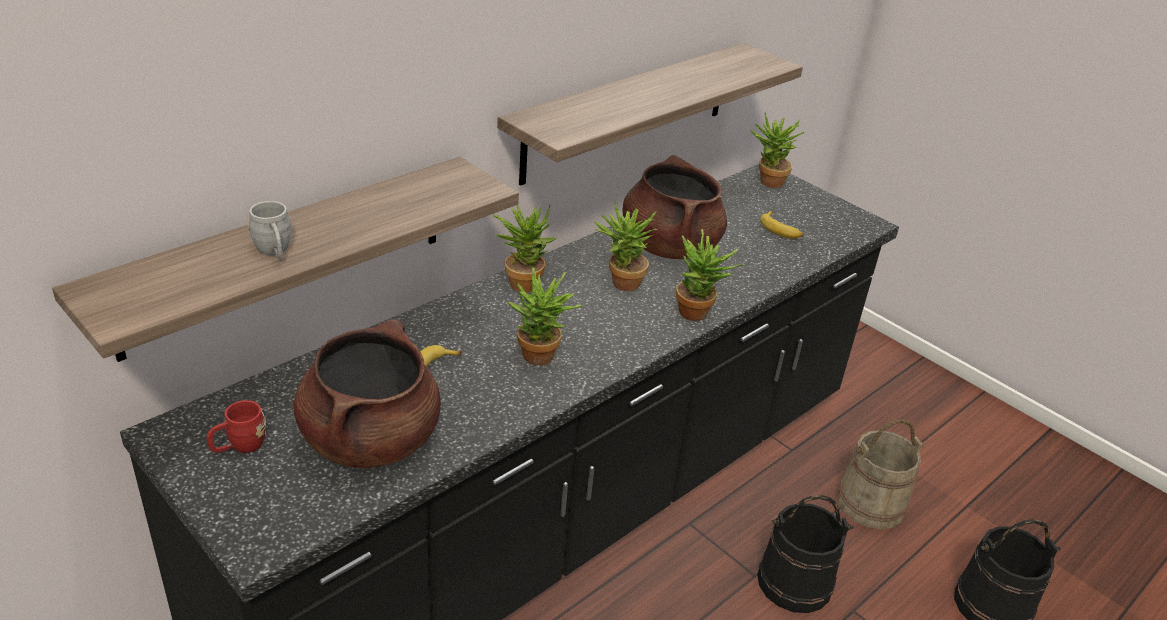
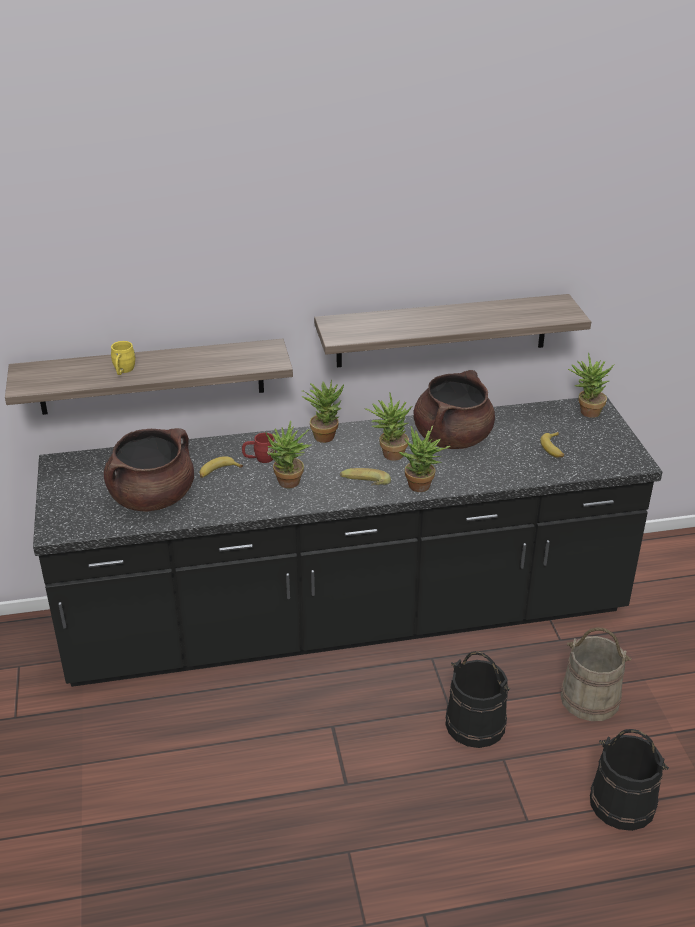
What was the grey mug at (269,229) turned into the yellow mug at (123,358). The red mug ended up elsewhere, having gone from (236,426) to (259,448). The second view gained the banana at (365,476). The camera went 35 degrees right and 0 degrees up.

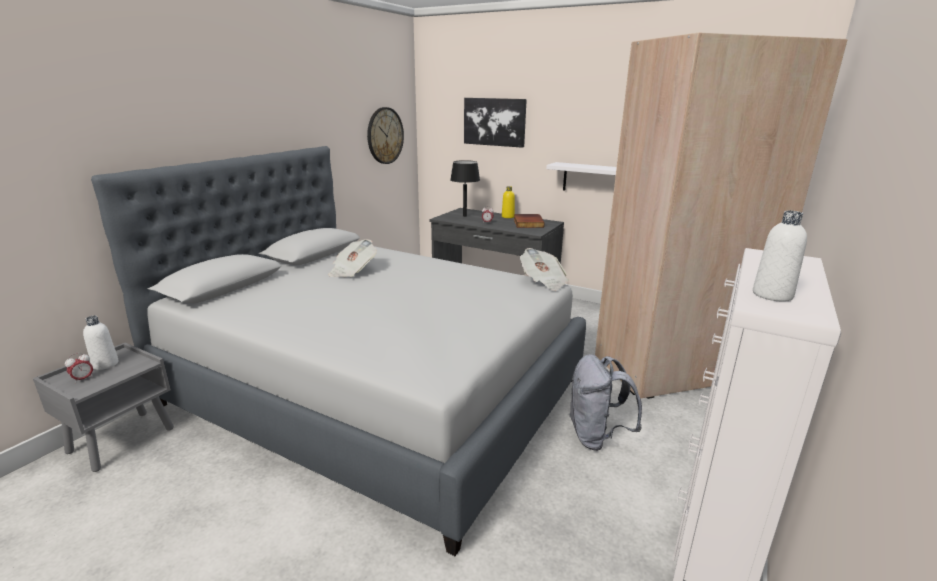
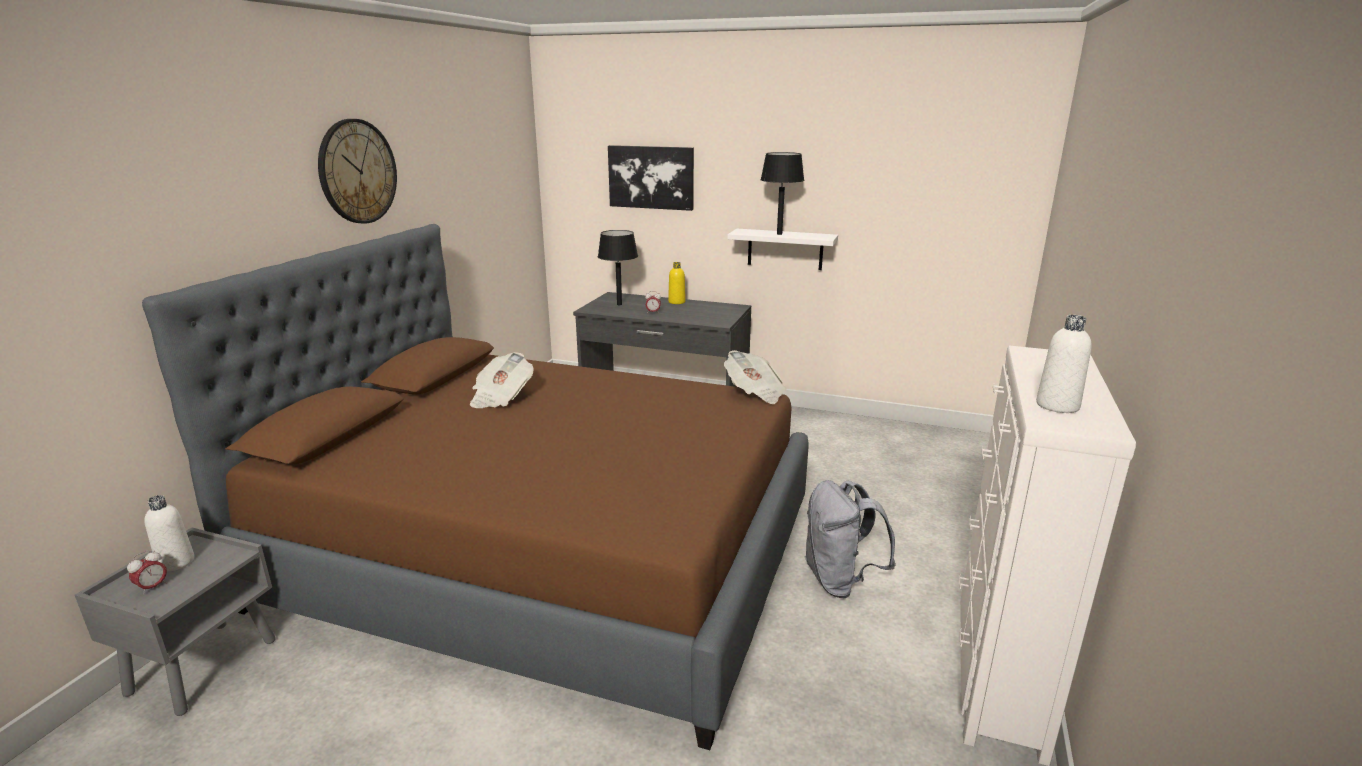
What was the grey bed at (338,351) turned into the brown bed at (475,487). The wall clock ended up elsewhere, having gone from (385,135) to (357,171). The second view gained the black table lamp at (782,193). The second view lost the book at (529,221). The second view lost the beige wardrobe at (721,216). The camera went 10 degrees left and 0 degrees up.

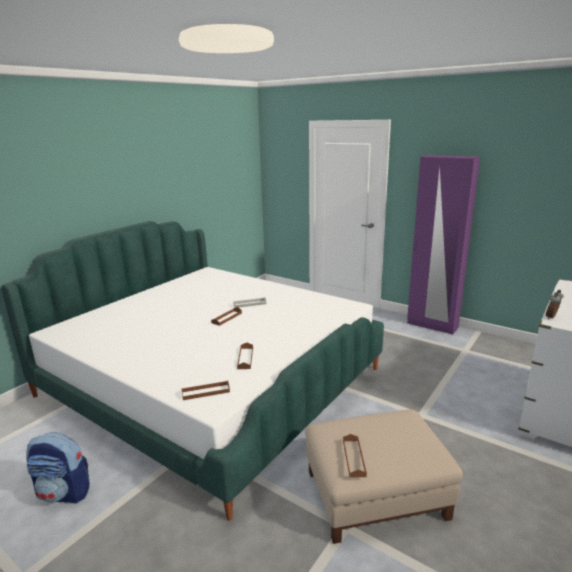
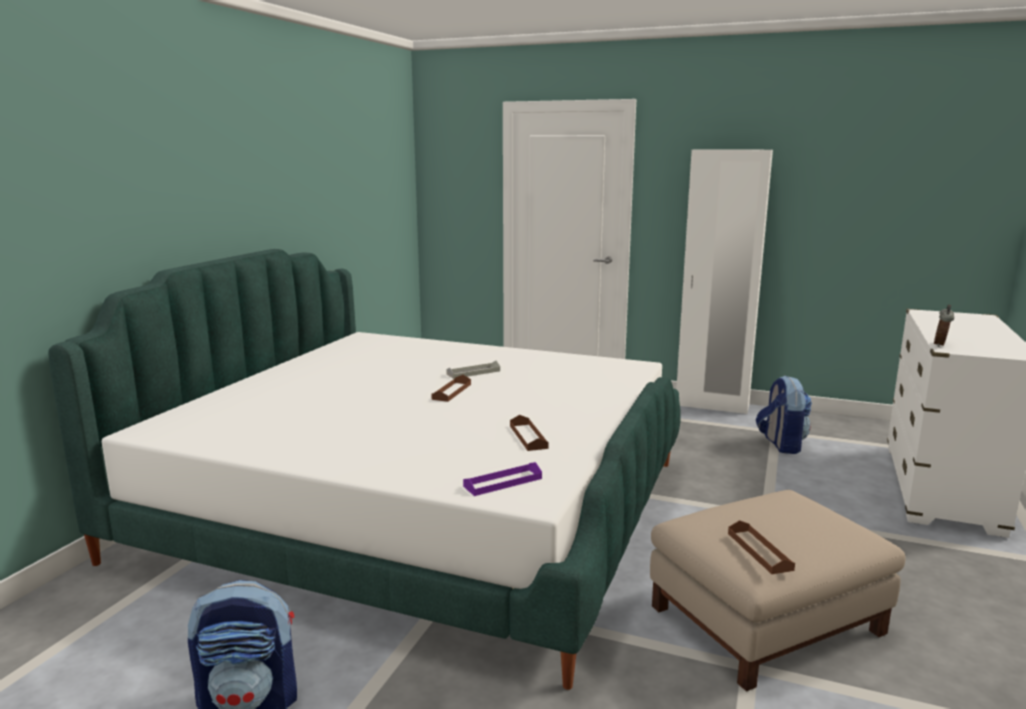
What was the brown tray at (206,390) turned into the purple tray at (502,479). What was the purple wardrobe at (443,245) turned into the white wardrobe at (724,281). The second view gained the backpack at (784,414). The camera went 15 degrees left and 5 degrees down.

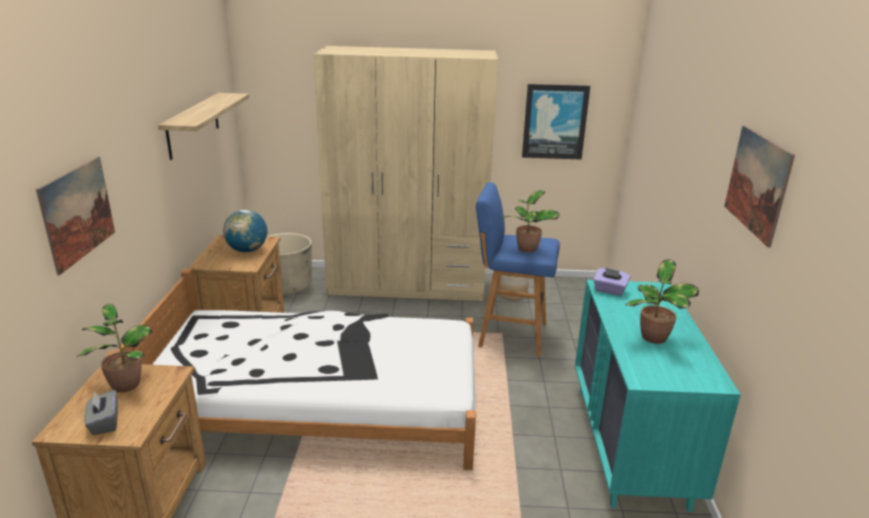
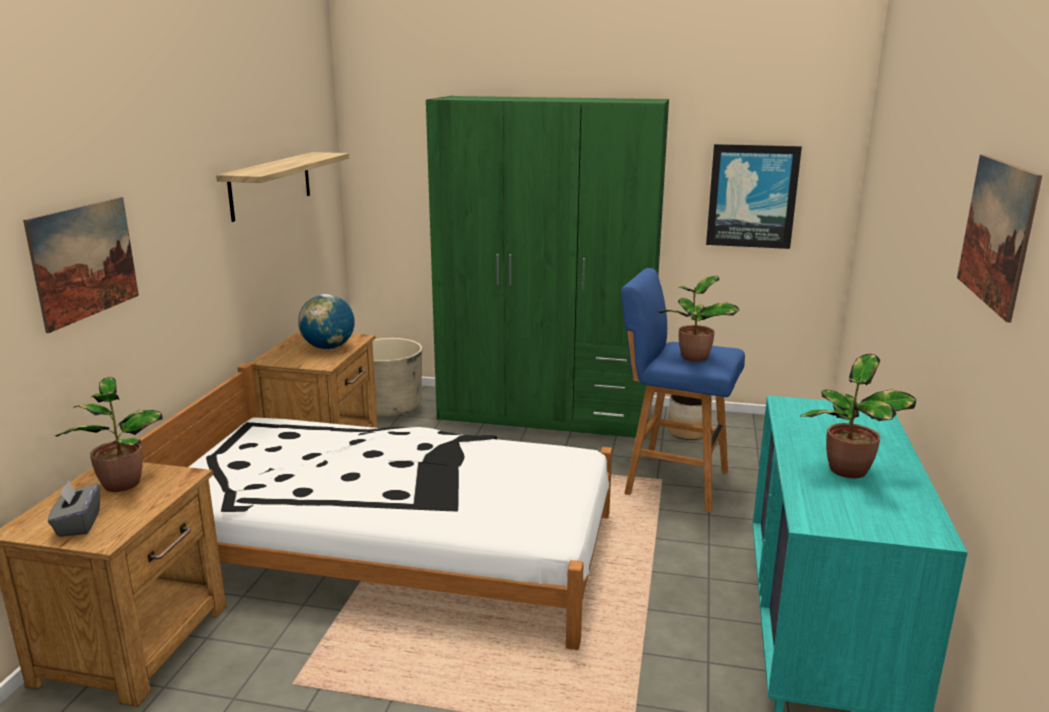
What was the beige wardrobe at (405,174) turned into the green wardrobe at (547,267). The second view lost the purple tissue box at (612,281). The camera went 10 degrees right and 5 degrees down.

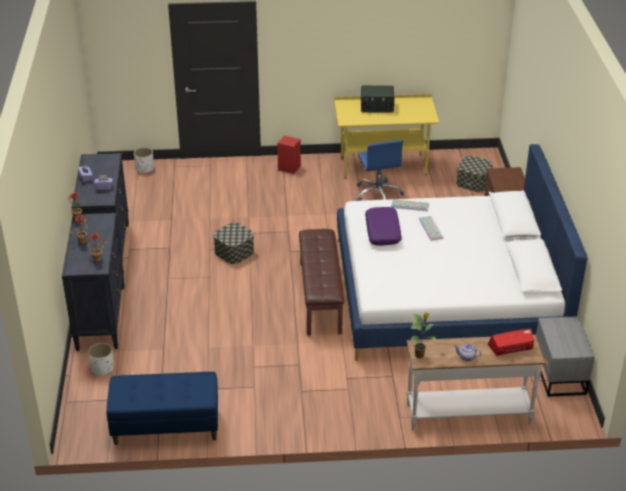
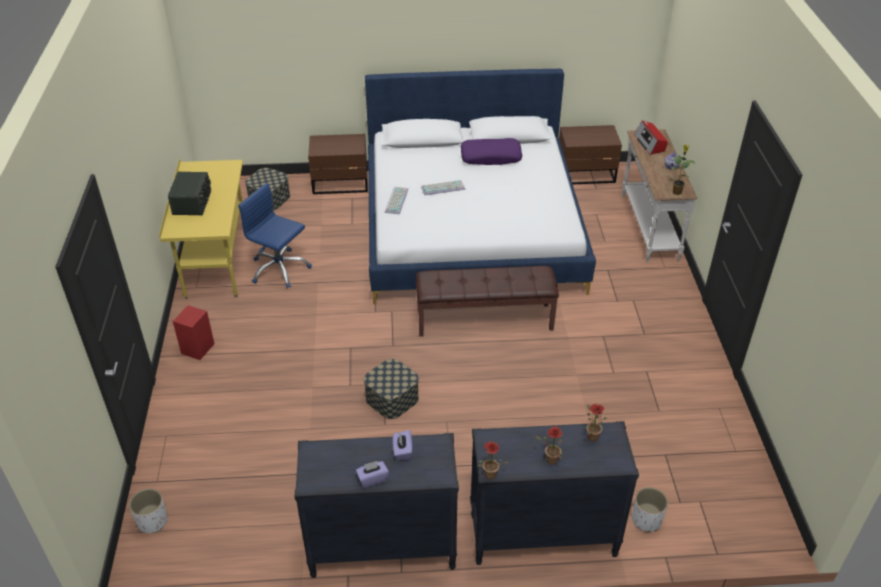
The blue office chair at (380,170) ended up facing another way, 135 degrees counterclockwise from before. The purple pillow ended up elsewhere, having gone from (383,226) to (491,151). What was the grey nightstand at (565,356) turned into the brown nightstand at (590,154). The second view lost the blue bench at (162,408). The camera went 90 degrees left and 5 degrees up.

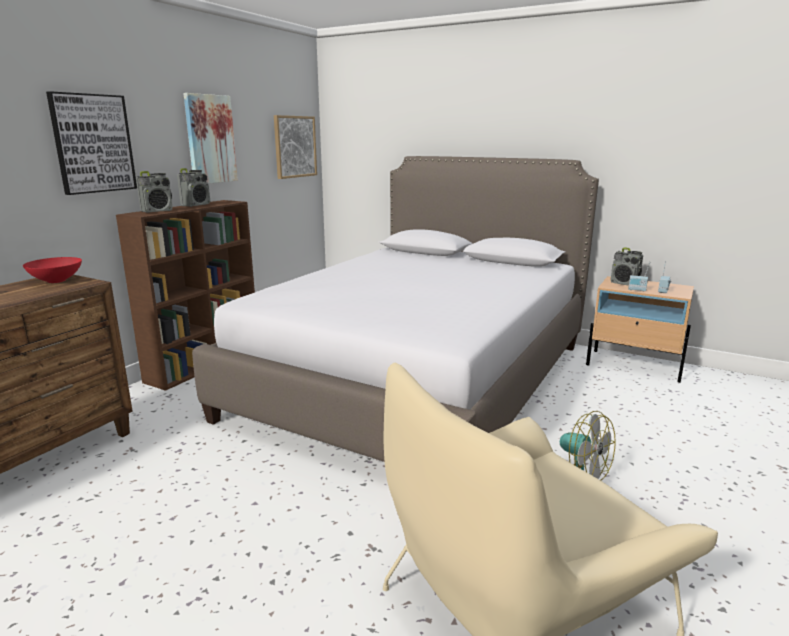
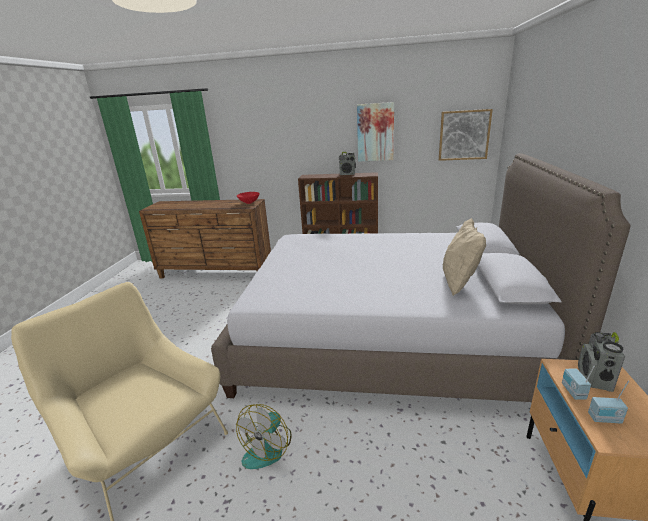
The second view gained the beige pillow at (464,257). The second view lost the picture at (91,143). The second view lost the radio at (154,192). The camera went 70 degrees right and 5 degrees up.

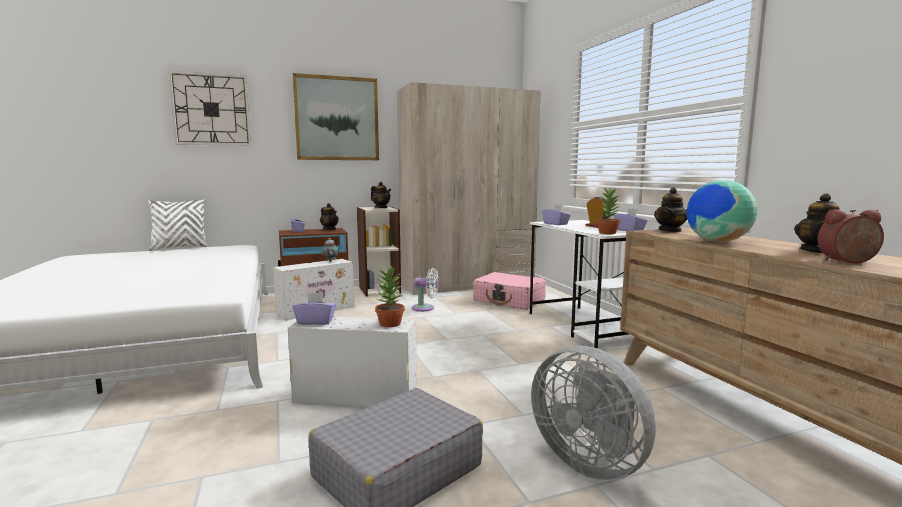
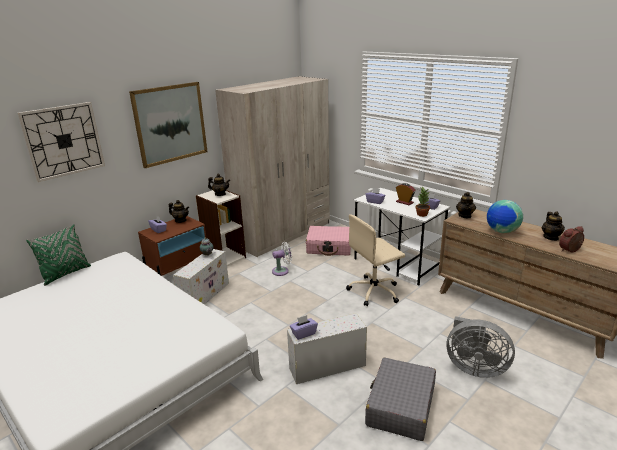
What was the white pillow at (178,225) turned into the green pillow at (58,255). The second view gained the beige office chair at (375,260). The second view lost the potted plant at (390,297). The camera went 25 degrees left and 15 degrees up.

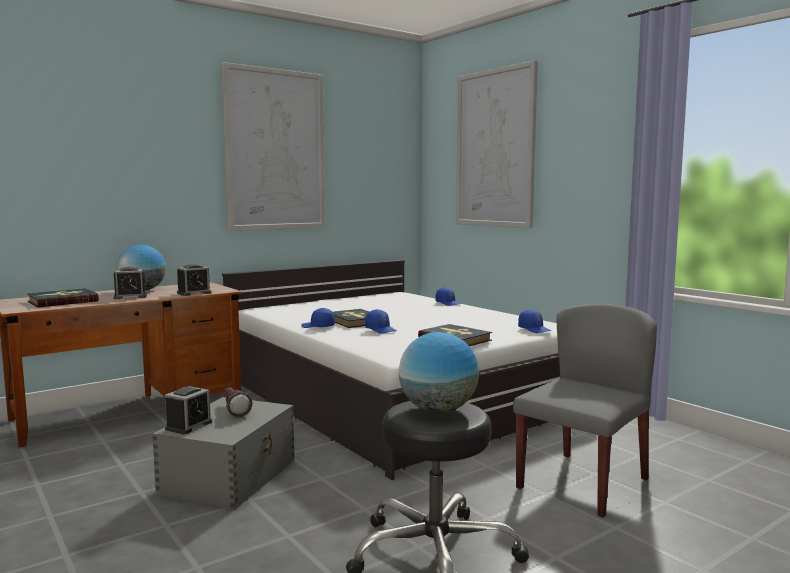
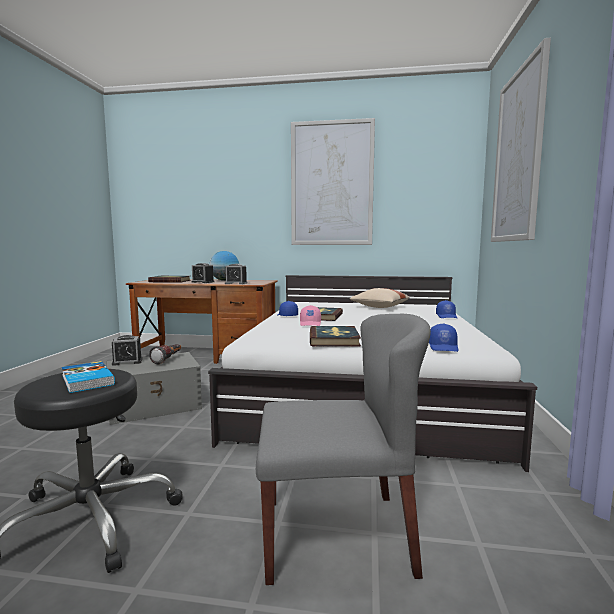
Where the globe stood at (439,372), the book came to stand at (88,377). What was the blue cap at (381,321) turned into the pink cap at (310,315). The second view gained the beige pillow at (380,298). The camera went 45 degrees right and 0 degrees up.

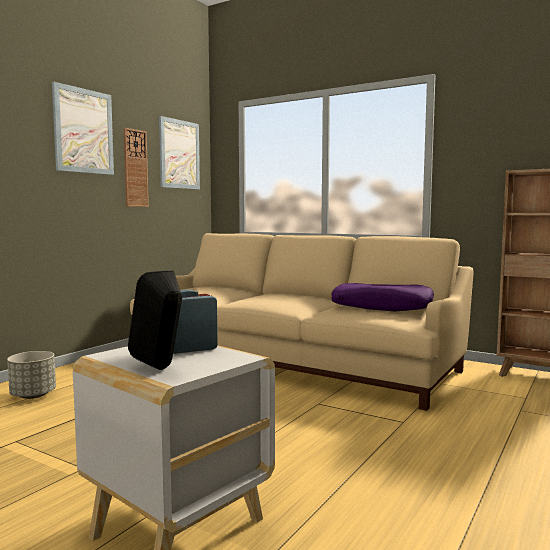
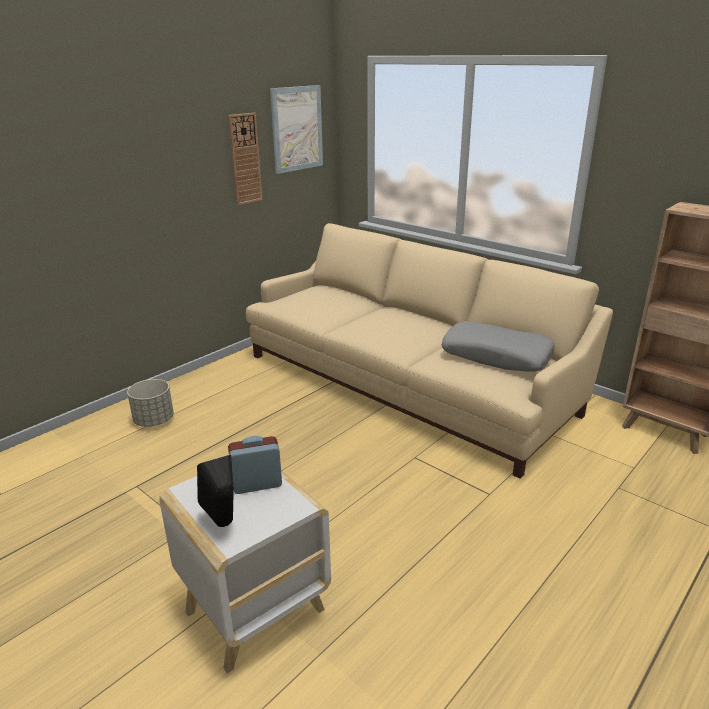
What was the purple pillow at (383,297) turned into the grey pillow at (498,346). The second view lost the picture at (83,128). The camera went 10 degrees right and 20 degrees up.

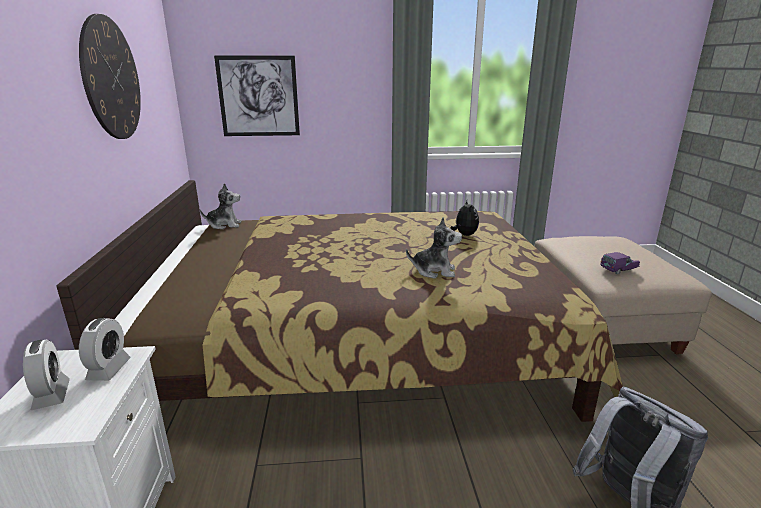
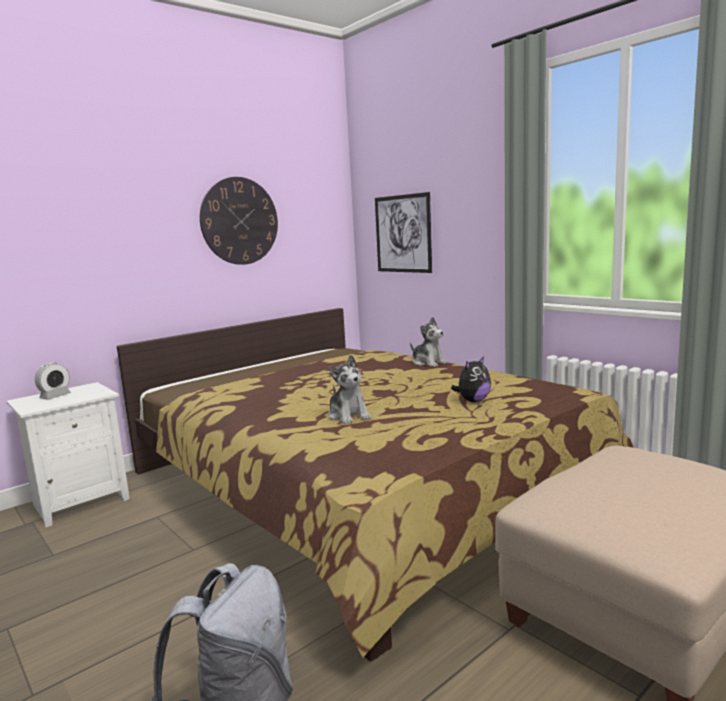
The plush toy ended up elsewhere, having gone from (221,206) to (429,342). The second view lost the alarm clock at (105,349). The second view lost the purple toy car at (620,263). The camera went 55 degrees right and 10 degrees down.

